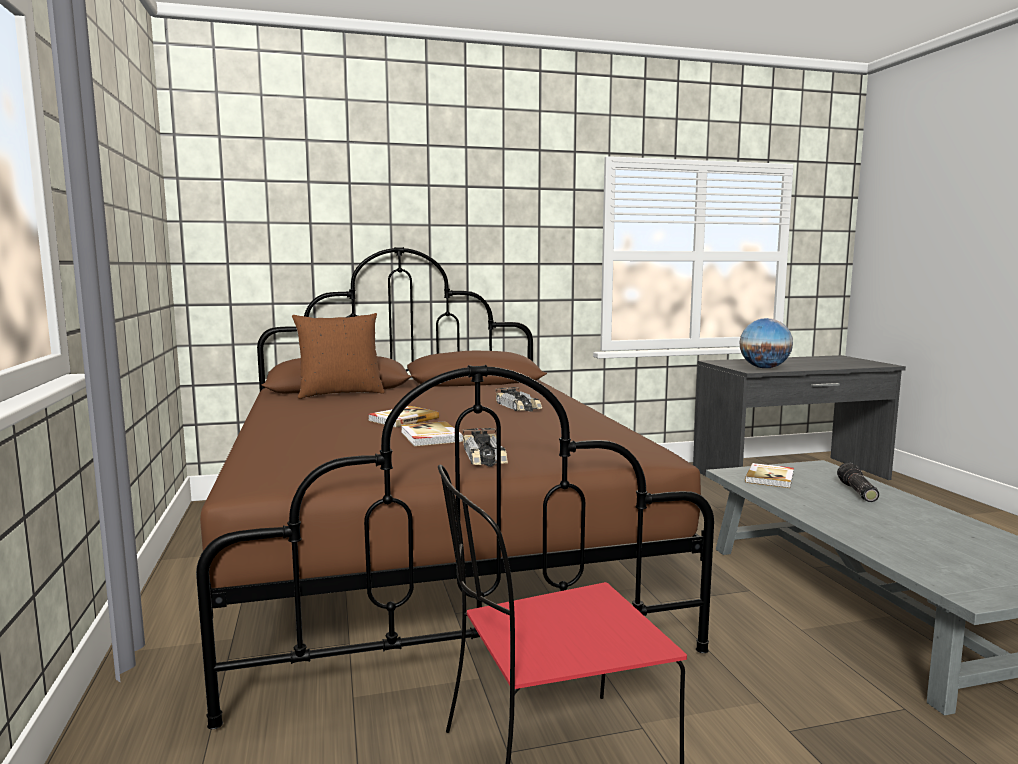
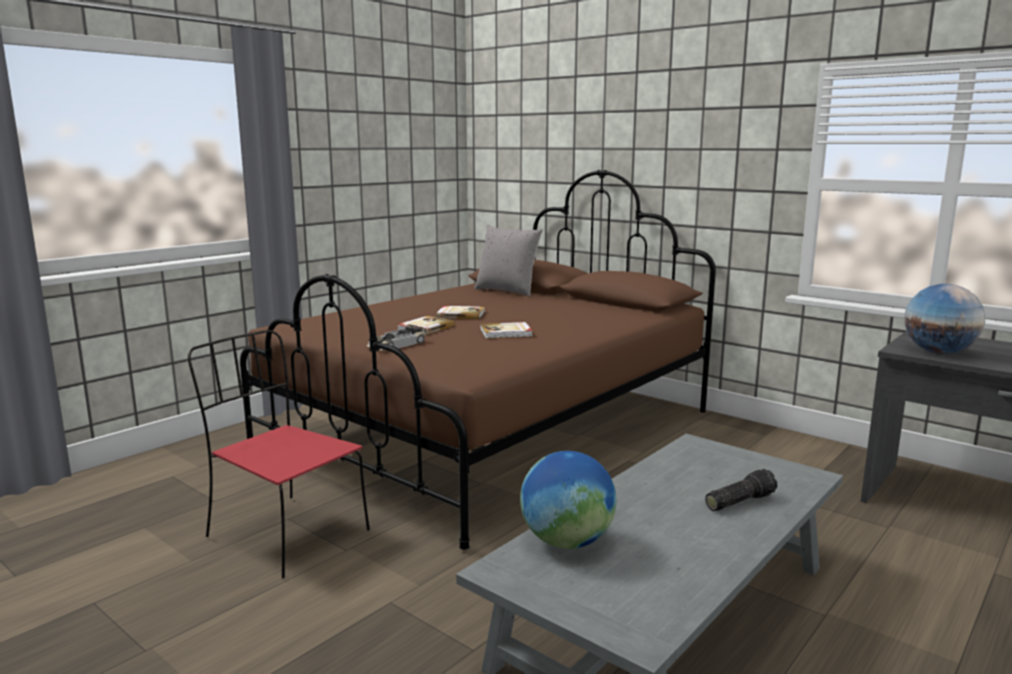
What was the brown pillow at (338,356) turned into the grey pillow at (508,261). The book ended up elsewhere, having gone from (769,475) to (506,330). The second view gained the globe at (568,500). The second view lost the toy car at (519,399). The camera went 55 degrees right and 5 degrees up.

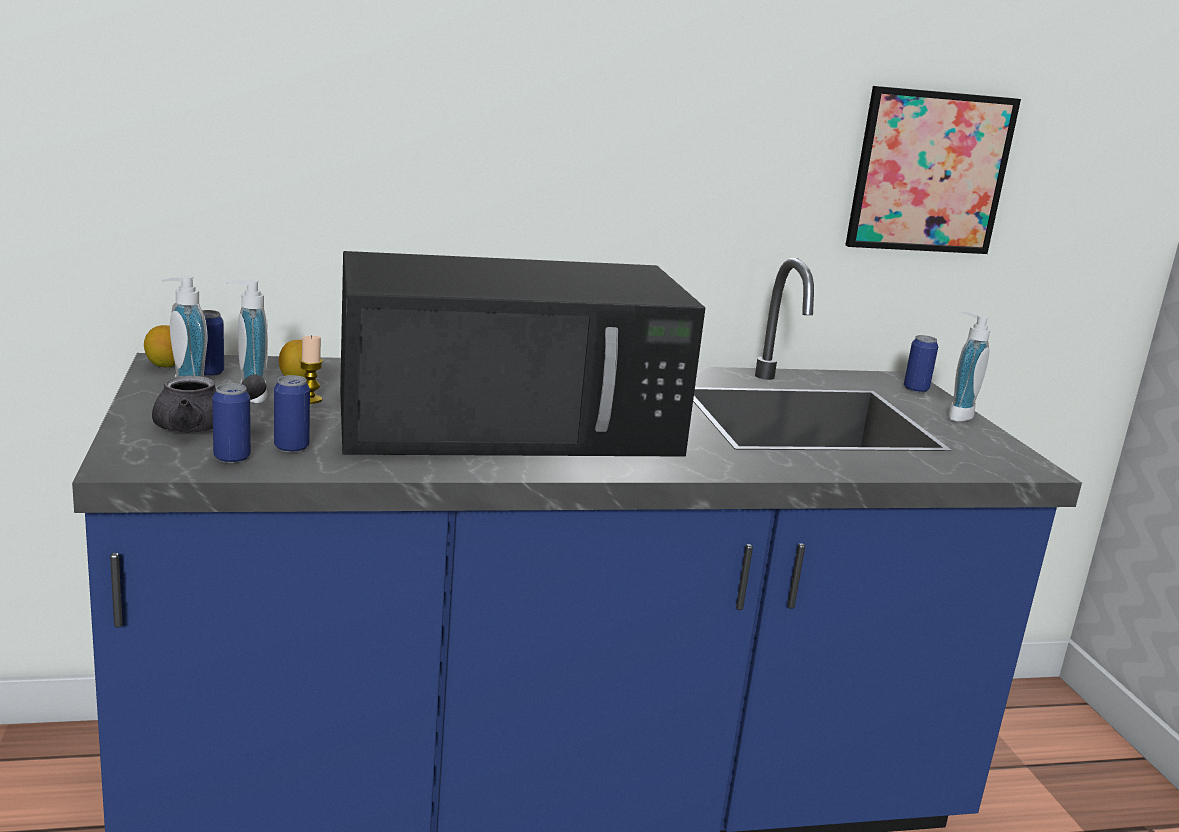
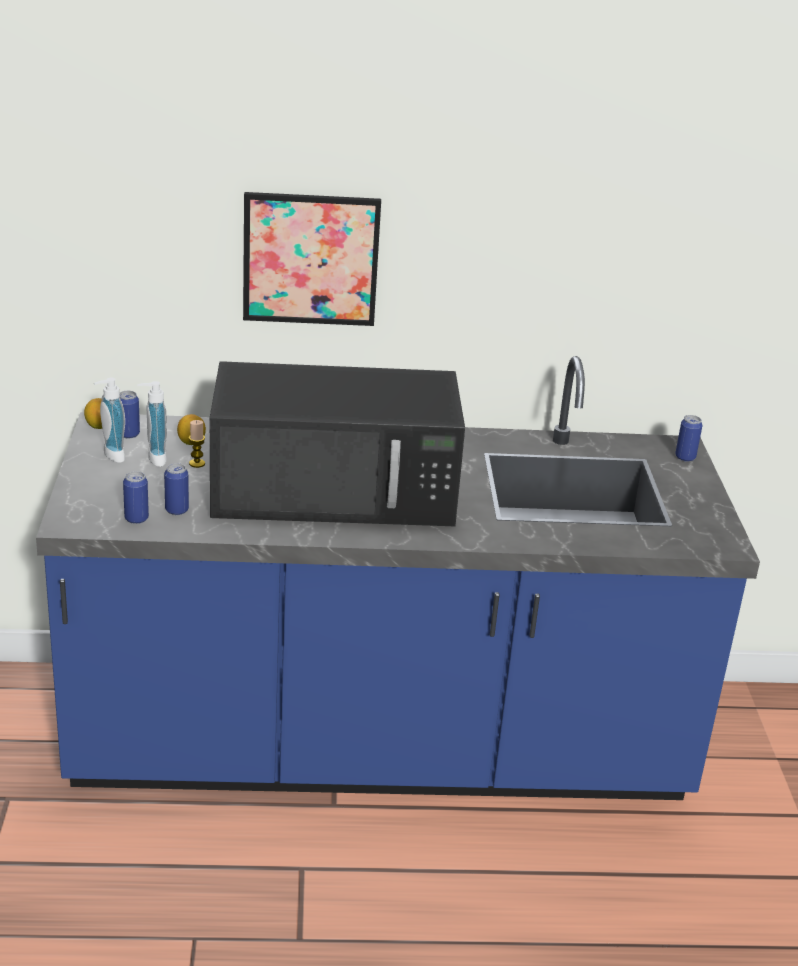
The picture ended up elsewhere, having gone from (933,170) to (312,259). The second view lost the grey teapot at (209,403). The second view lost the soap dispenser at (969,366). The camera went 10 degrees right and 10 degrees up.

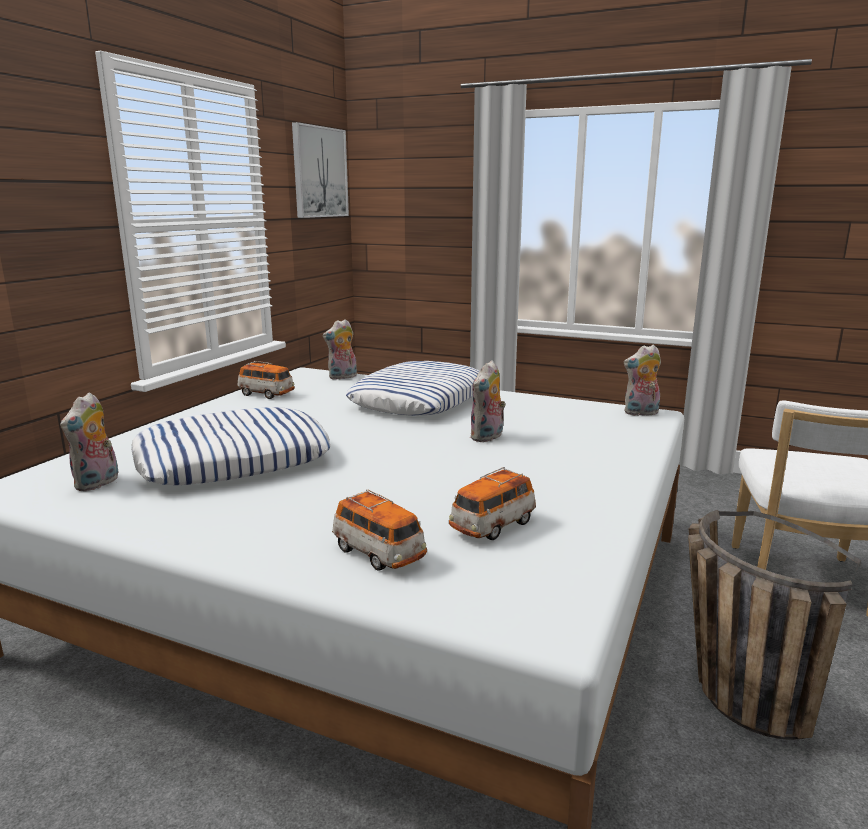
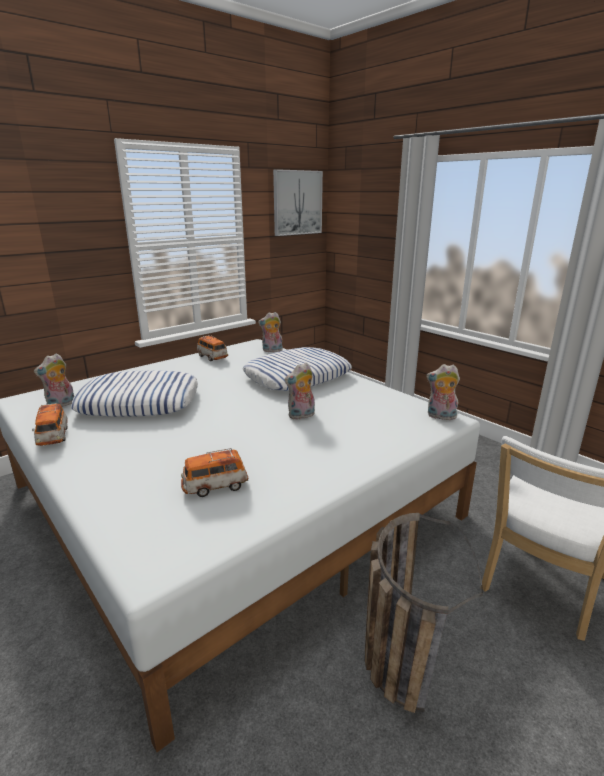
The toy car ended up elsewhere, having gone from (379,530) to (50,424). The camera went 25 degrees right and 5 degrees up.

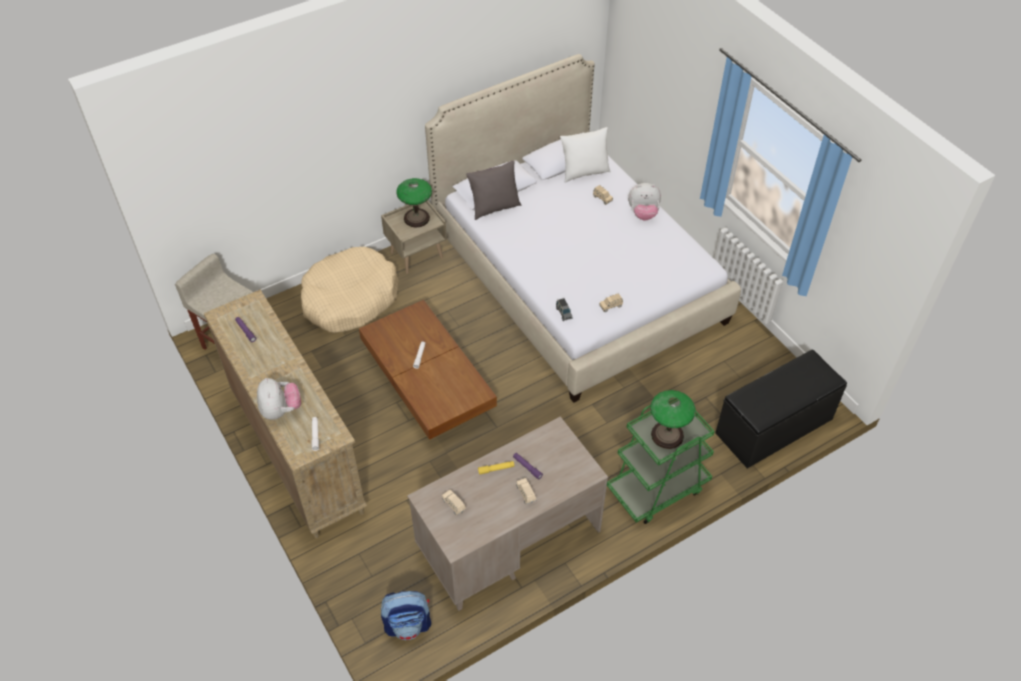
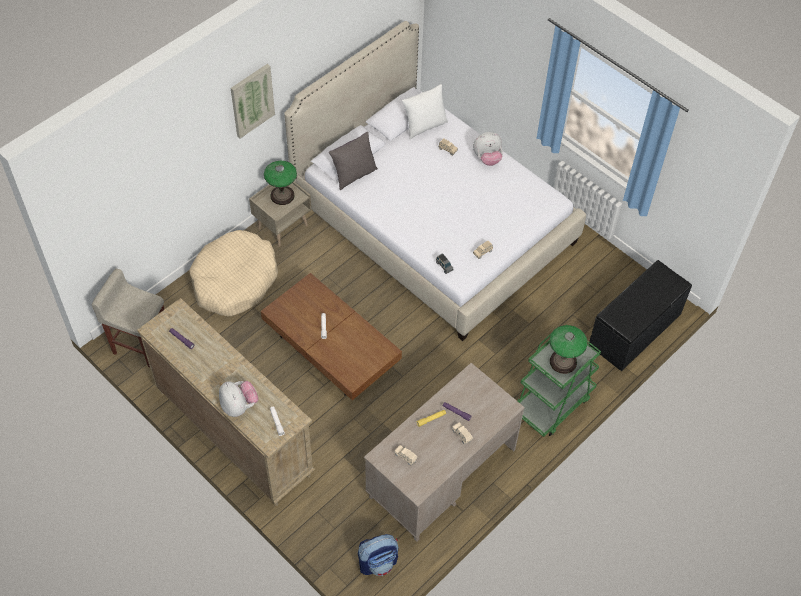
The second view gained the picture at (253,101). The camera went 15 degrees left and 5 degrees up.

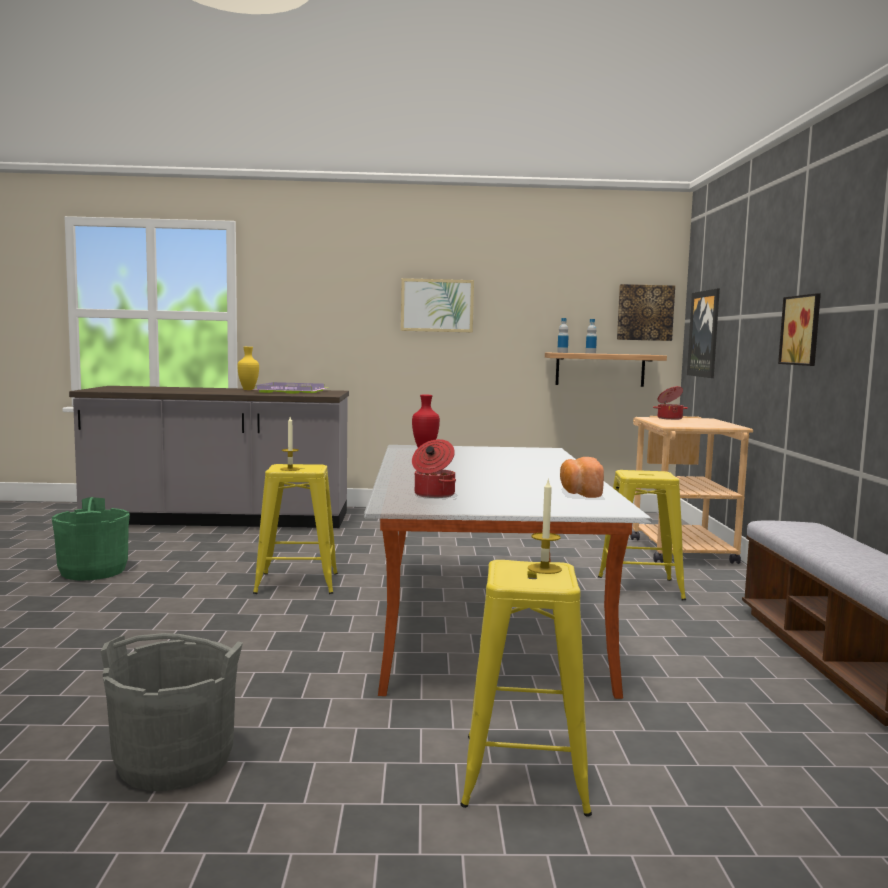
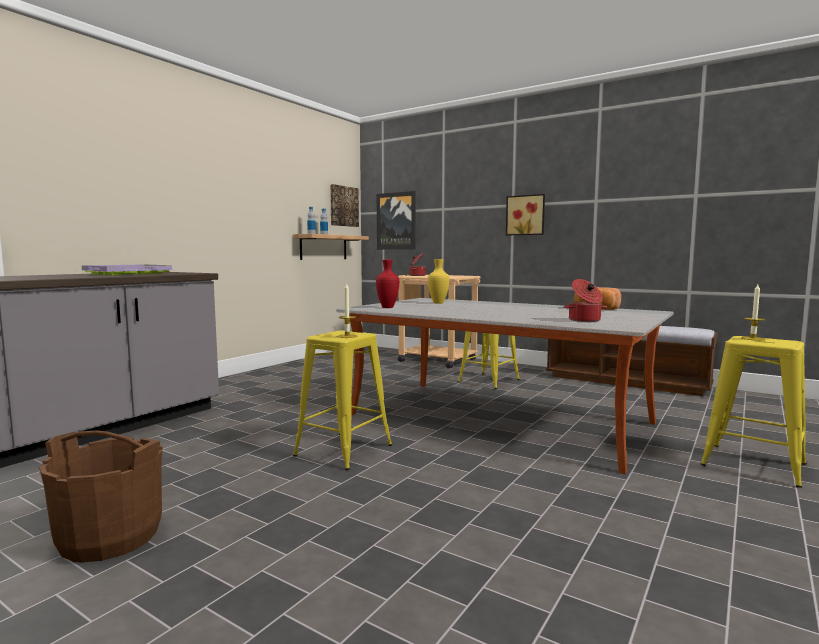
What was the green bucket at (91,539) turned into the brown bucket at (101,496). The yellow vase ended up elsewhere, having gone from (248,368) to (438,281). The second view lost the grey bucket at (172,712). The second view lost the picture at (437,305). The camera went 55 degrees left and 0 degrees up.

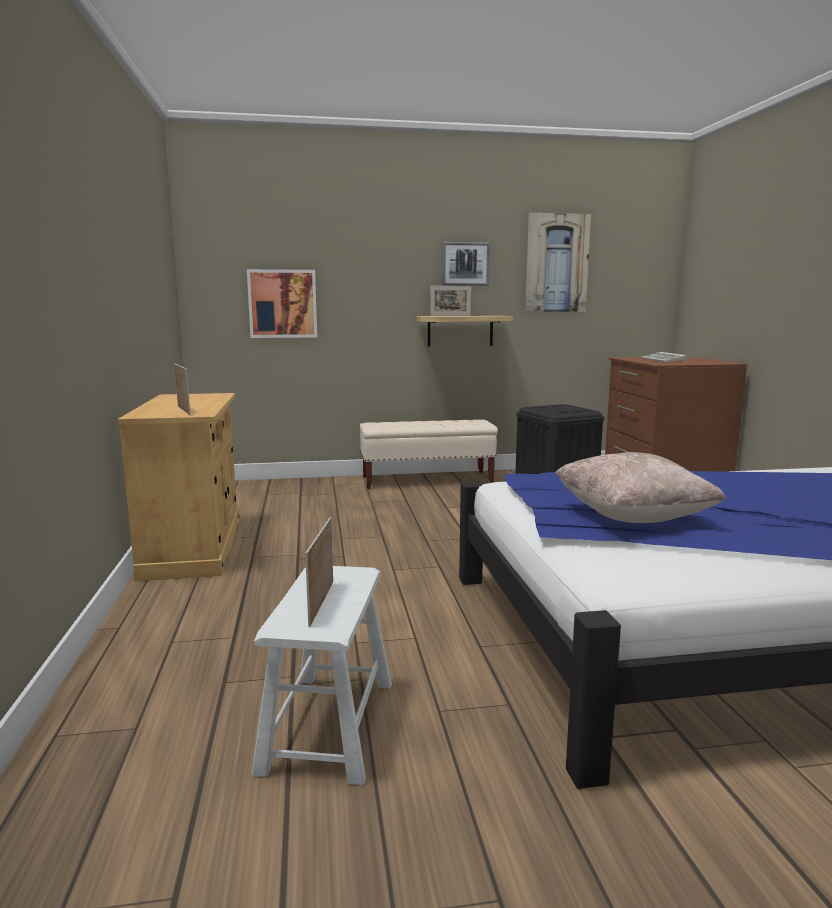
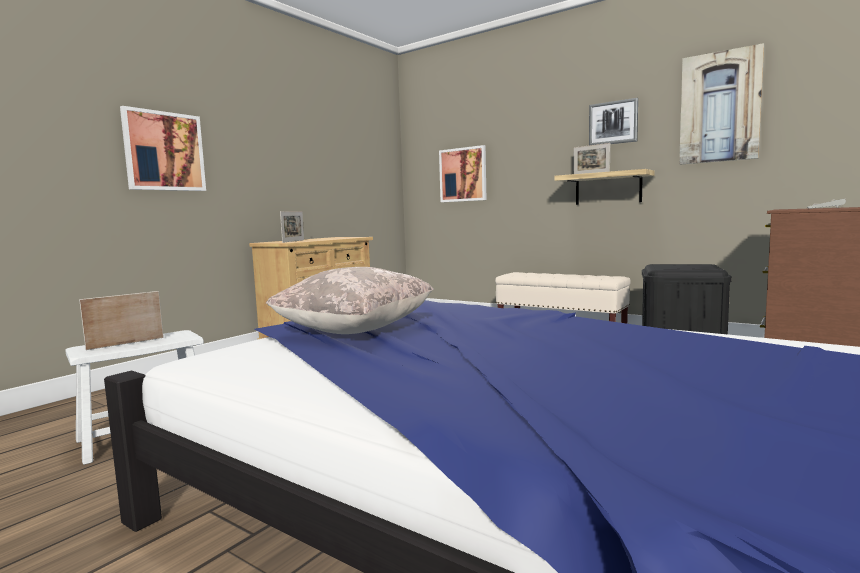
The second view gained the picture at (163,148). The camera went 45 degrees right and 5 degrees down.

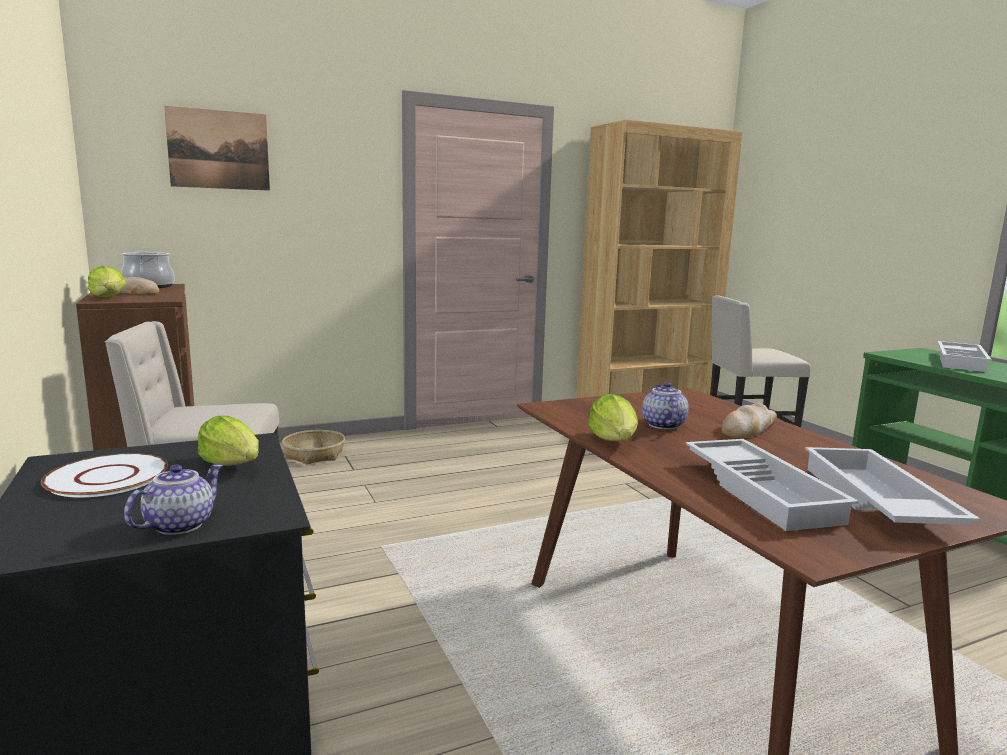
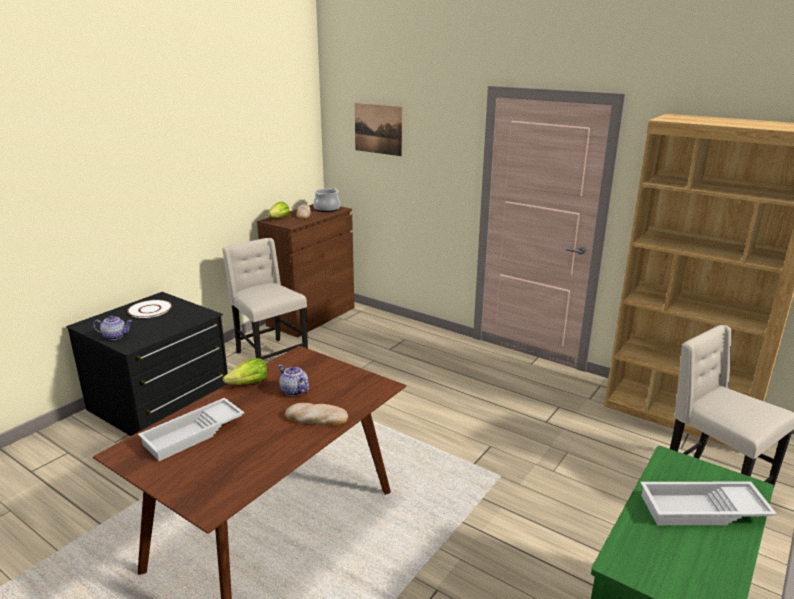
The teapot at (665,406) ended up facing another way, 105 degrees counterclockwise from before. The second view lost the lettuce at (228,441). The second view lost the basket at (313,447). The second view lost the white tray at (892,486). The camera went 60 degrees right and 10 degrees up.

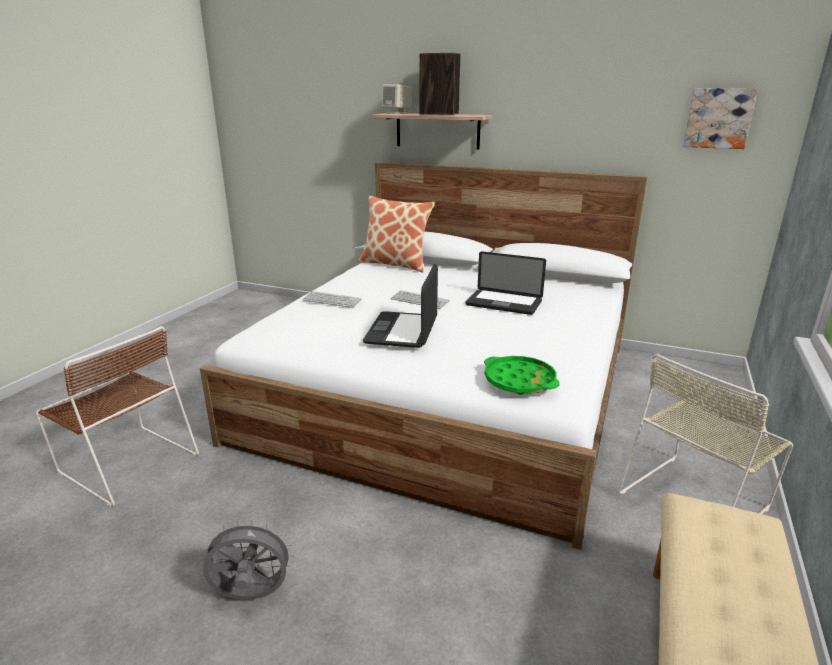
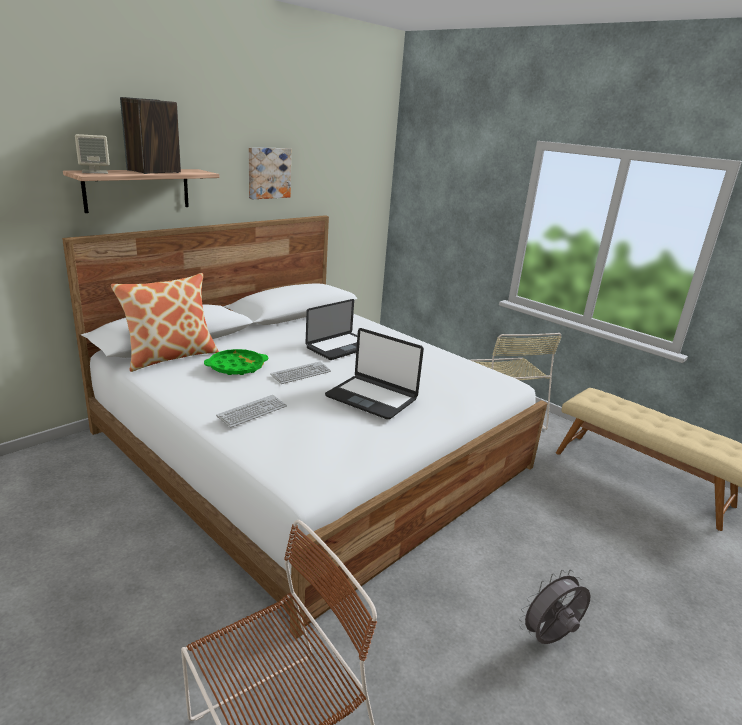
The green tray ended up elsewhere, having gone from (522,375) to (236,362). The picture ended up elsewhere, having gone from (720,118) to (270,173). The grey fan at (248,559) ended up facing another way, 45 degrees clockwise from before. The camera went 70 degrees left and 0 degrees up.

